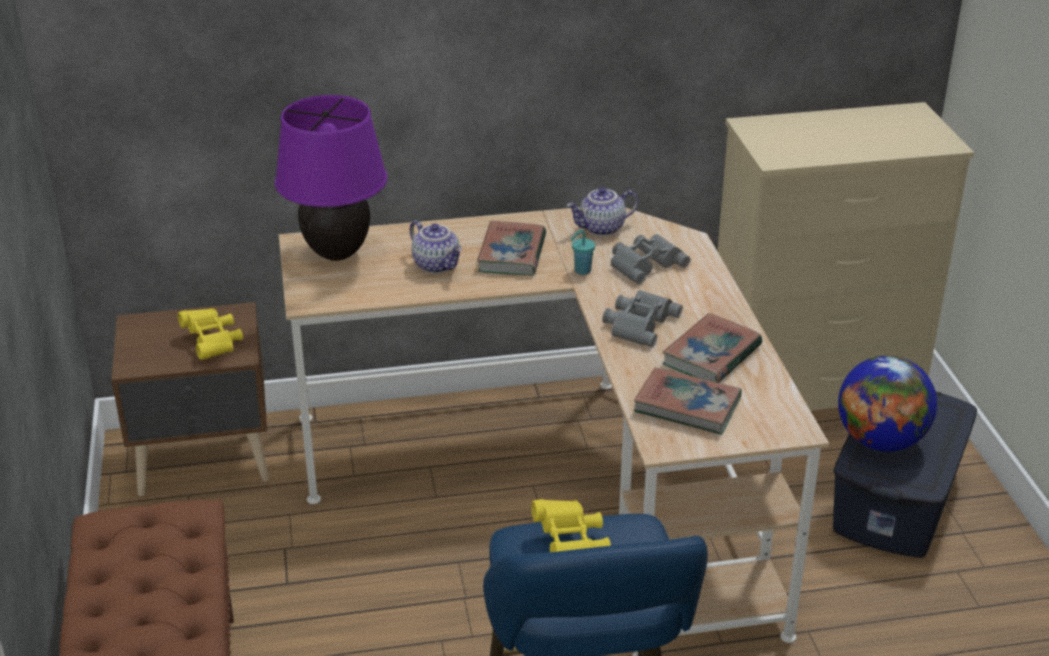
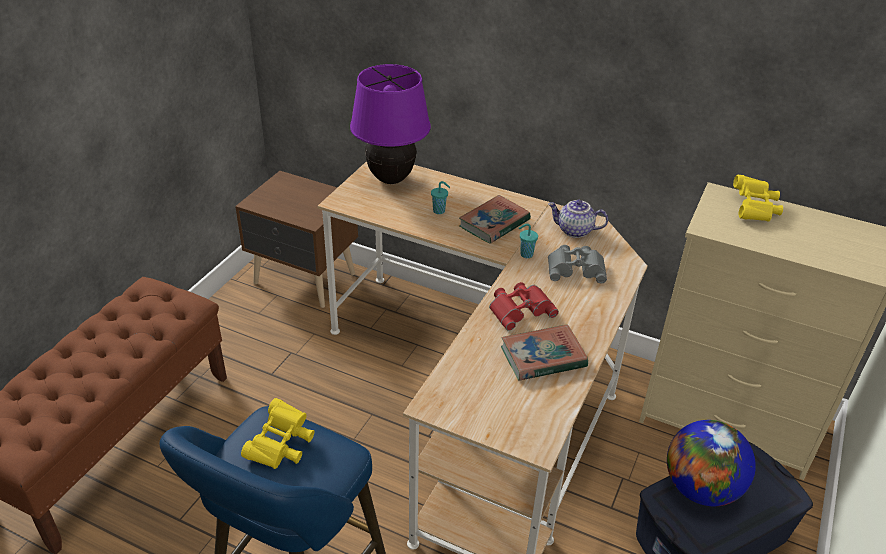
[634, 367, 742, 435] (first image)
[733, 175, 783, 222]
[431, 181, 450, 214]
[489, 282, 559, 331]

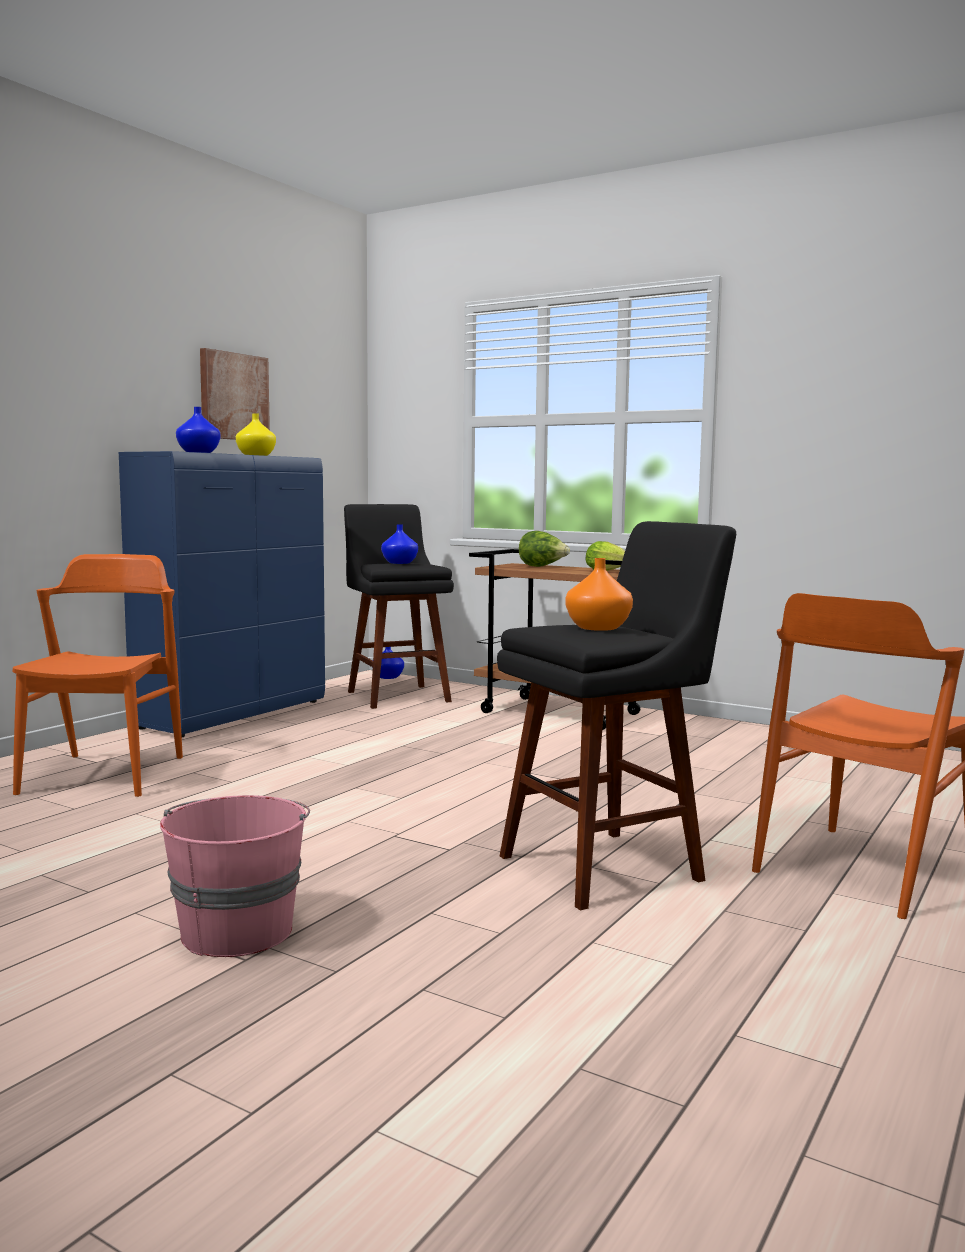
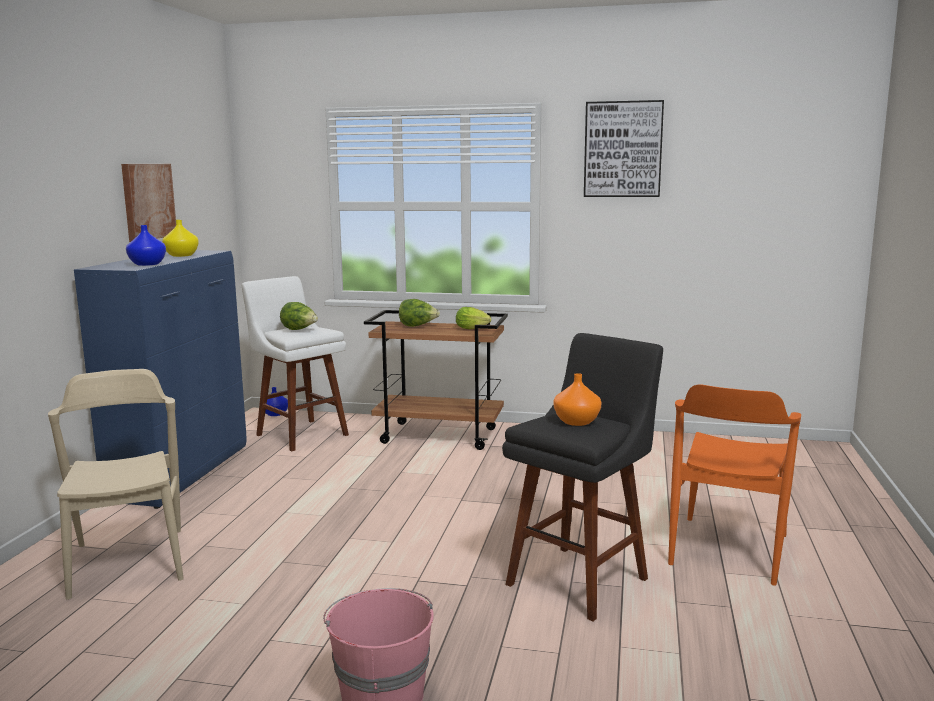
[584, 100, 664, 197]
[280, 302, 318, 330]
[48, 369, 184, 600]
[242, 276, 349, 451]

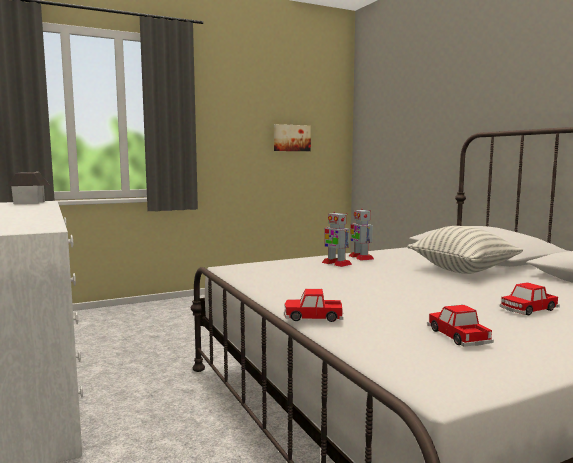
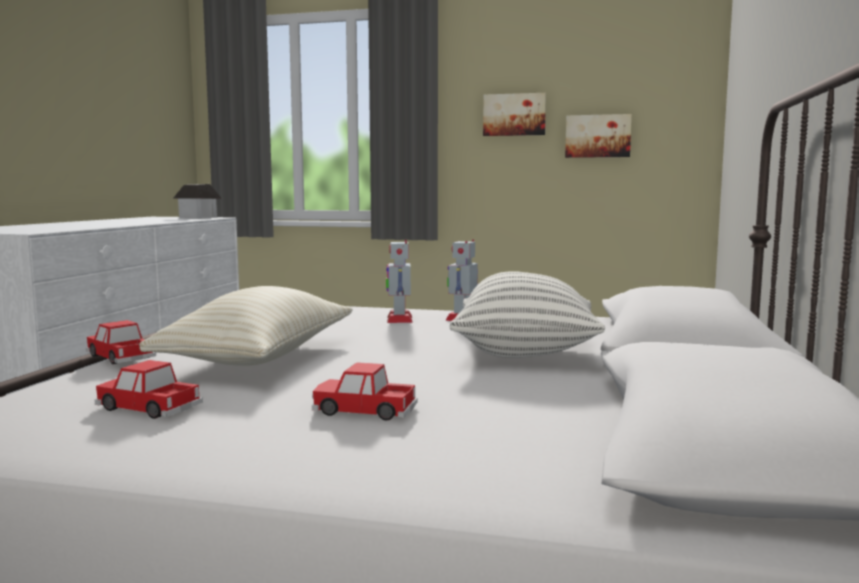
[139, 286, 353, 366]
[483, 93, 546, 136]
[95, 360, 203, 419]

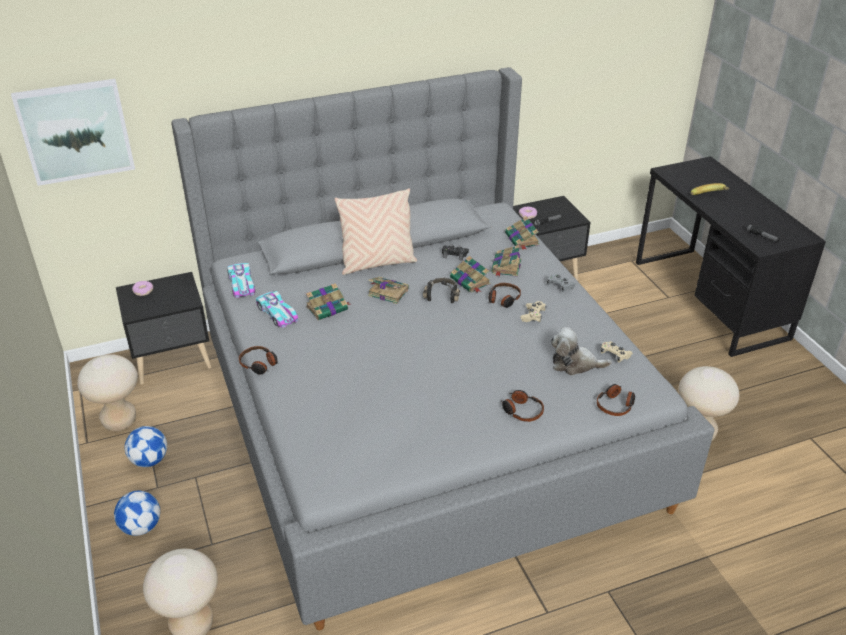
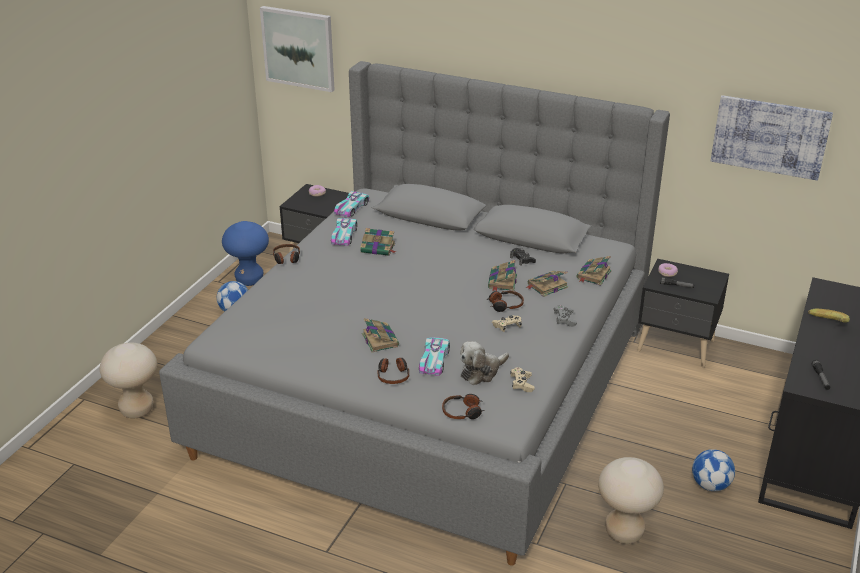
[335, 188, 417, 275] (first image)
[423, 278, 460, 303] (first image)
[419, 337, 450, 376]
[711, 95, 833, 181]
[692, 449, 735, 491]
[362, 318, 399, 353]
[222, 221, 269, 286]
[460, 341, 509, 385]

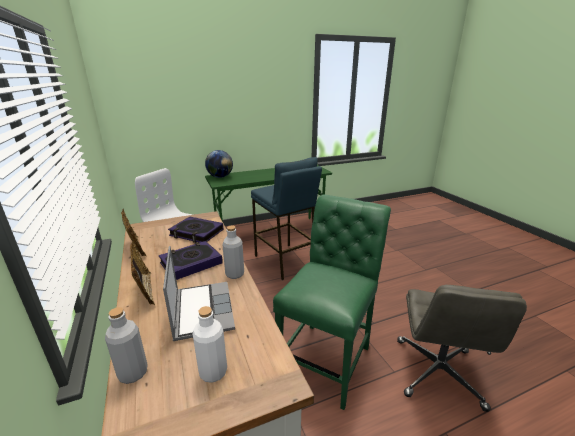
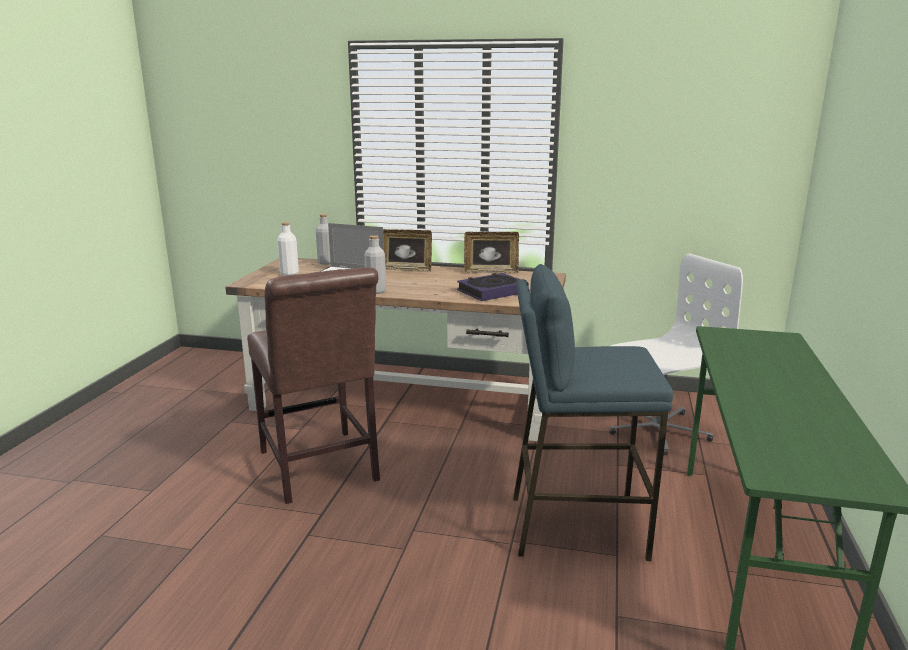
[159, 241, 223, 280] (first image)
[205, 150, 233, 178] (first image)
[397, 285, 527, 412] (first image)
[247, 267, 380, 504]

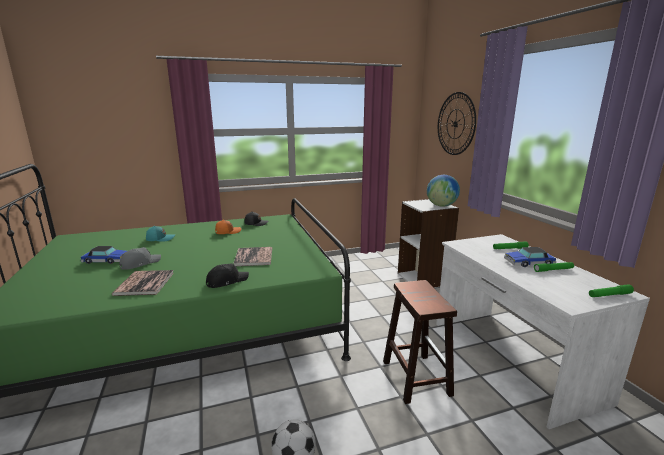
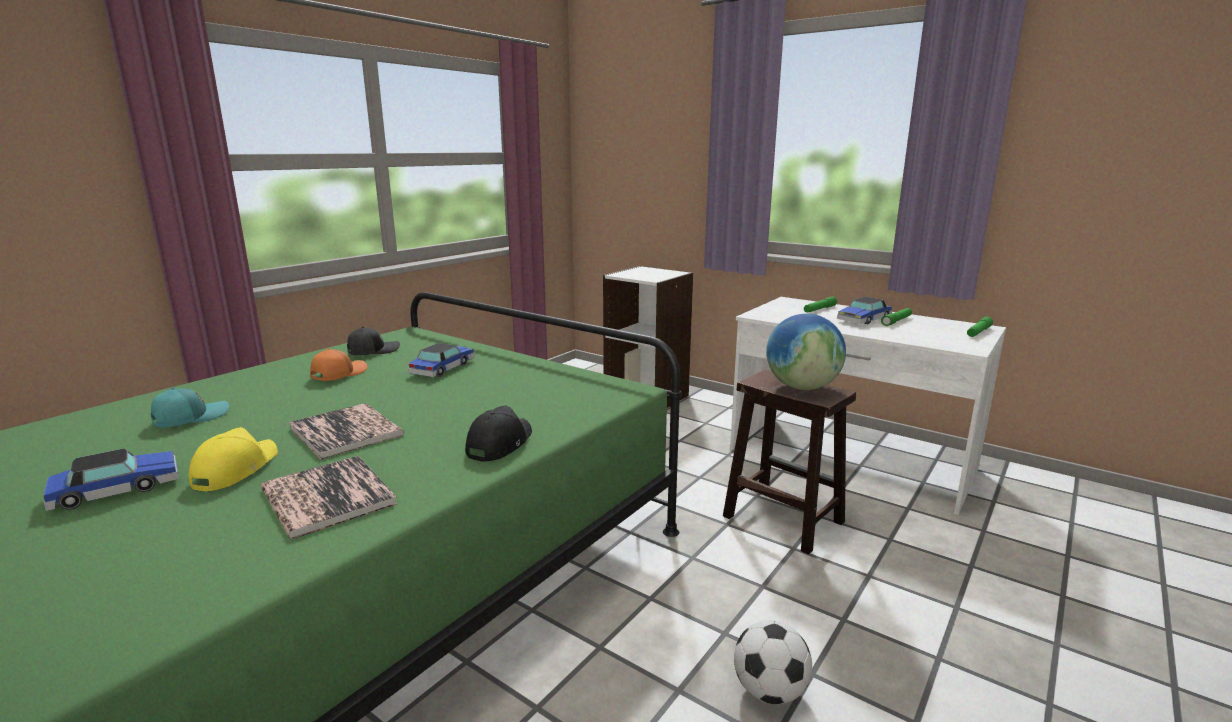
[438, 92, 476, 155] (first image)
[408, 343, 475, 377]
[289, 403, 404, 460]
[766, 314, 846, 390]
[188, 427, 278, 492]

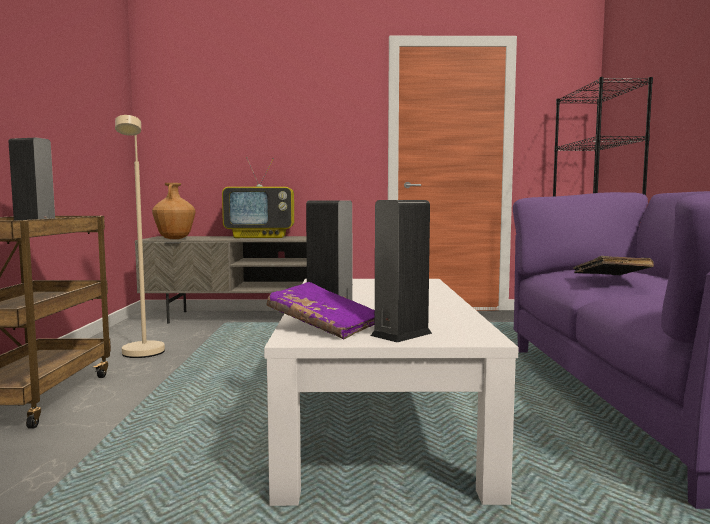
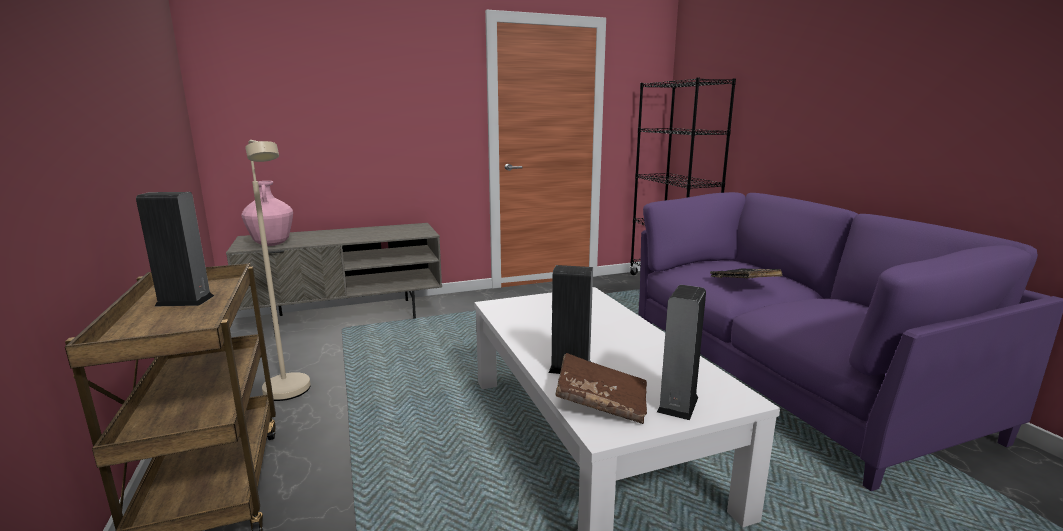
[222, 157, 294, 238] (first image)
[241, 181, 293, 246]
[555, 353, 647, 424]

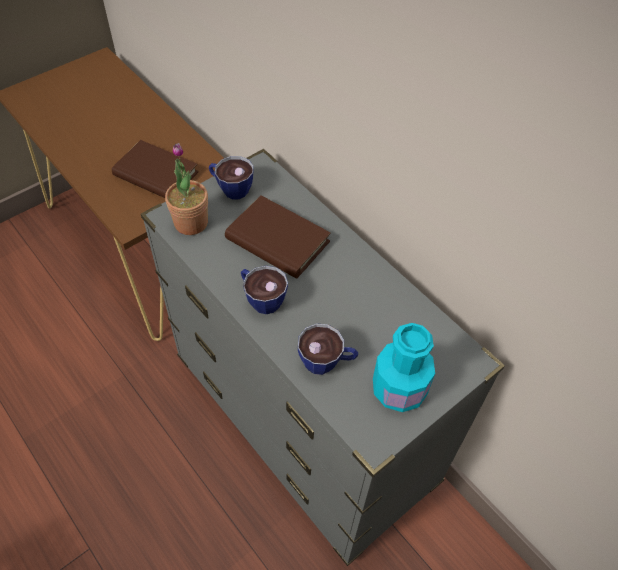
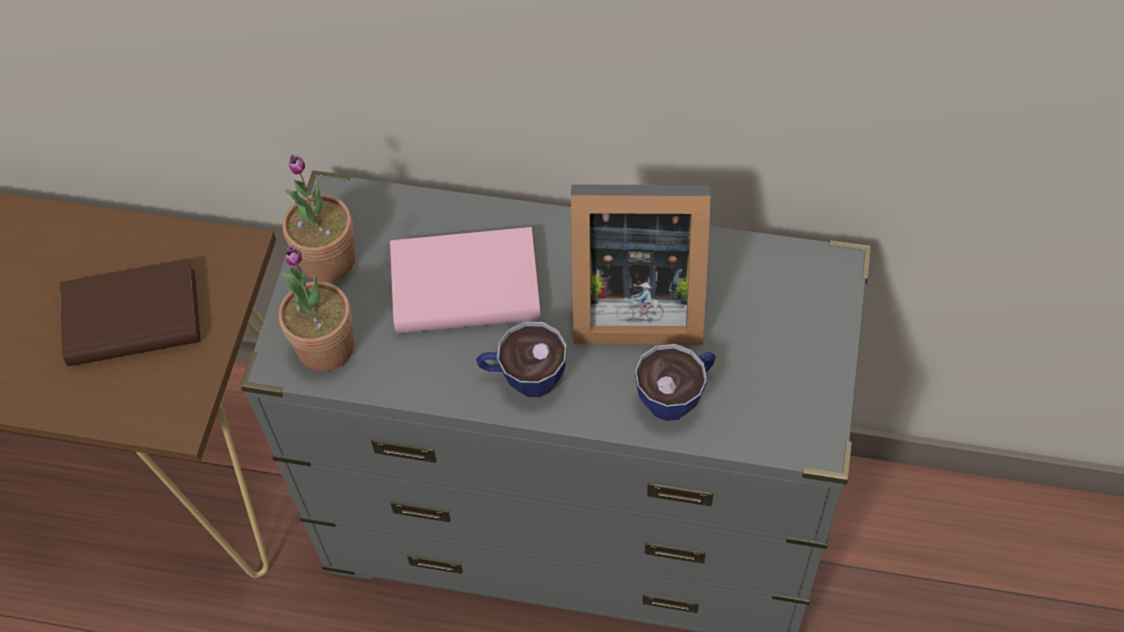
[373, 323, 435, 412] (first image)
[571, 185, 711, 345]
[283, 154, 355, 282]
[390, 227, 541, 333]

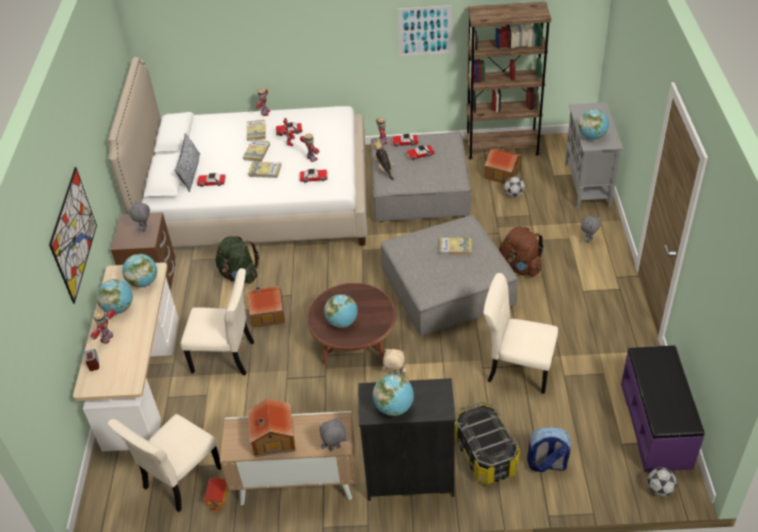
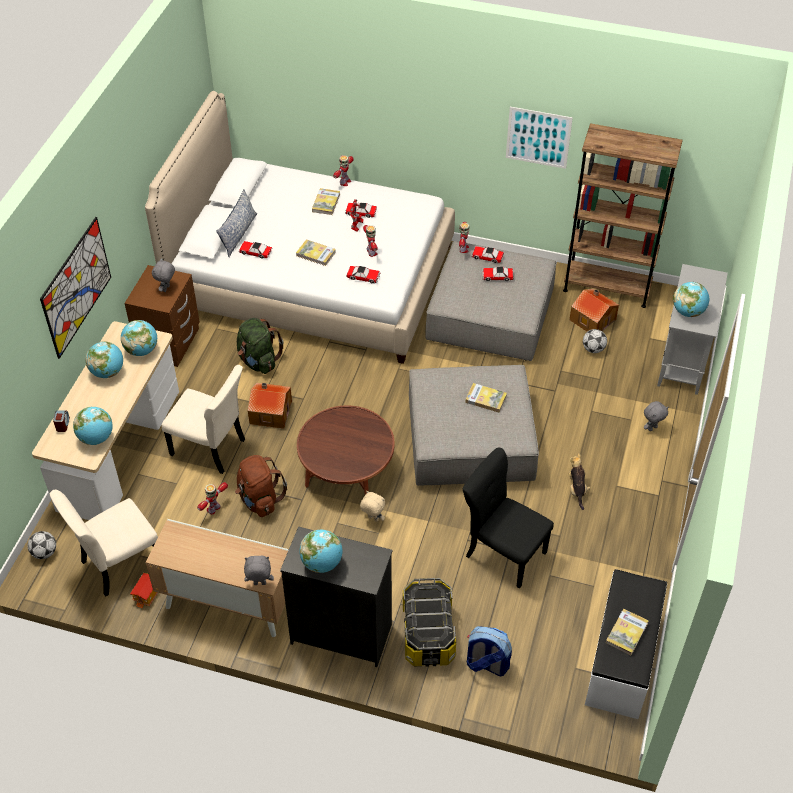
[248, 398, 295, 457] (first image)
[197, 482, 228, 514]
[606, 609, 649, 655]
[73, 407, 113, 445]
[569, 453, 590, 510]
[235, 455, 287, 517]
[28, 531, 56, 559]
[463, 447, 554, 589]
[585, 569, 667, 719]

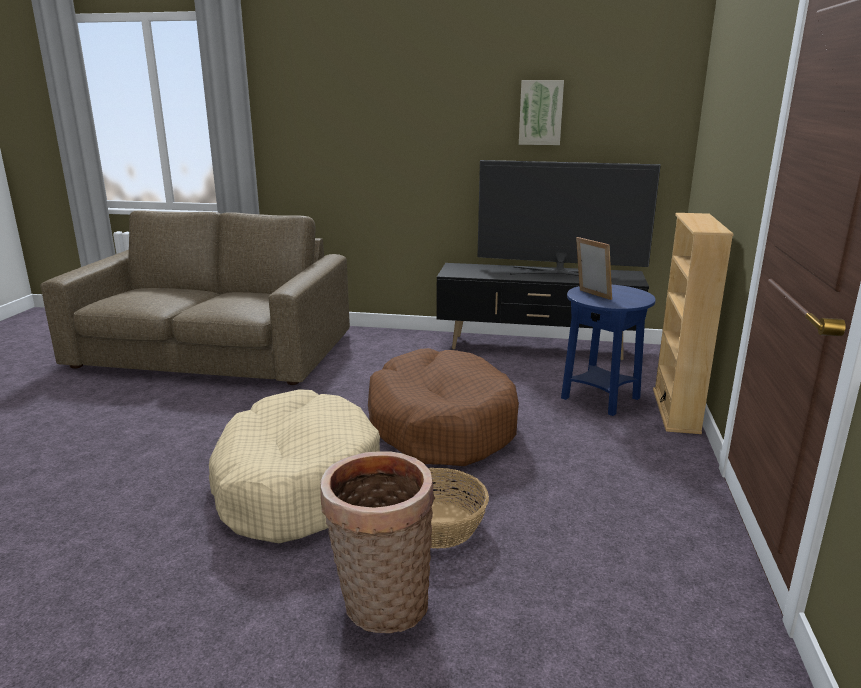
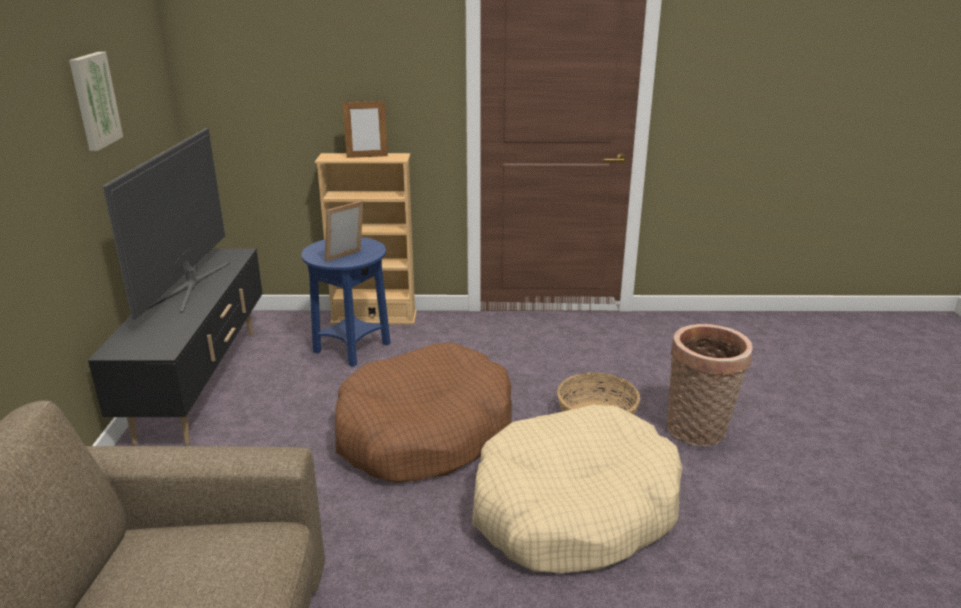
[342, 100, 388, 158]

